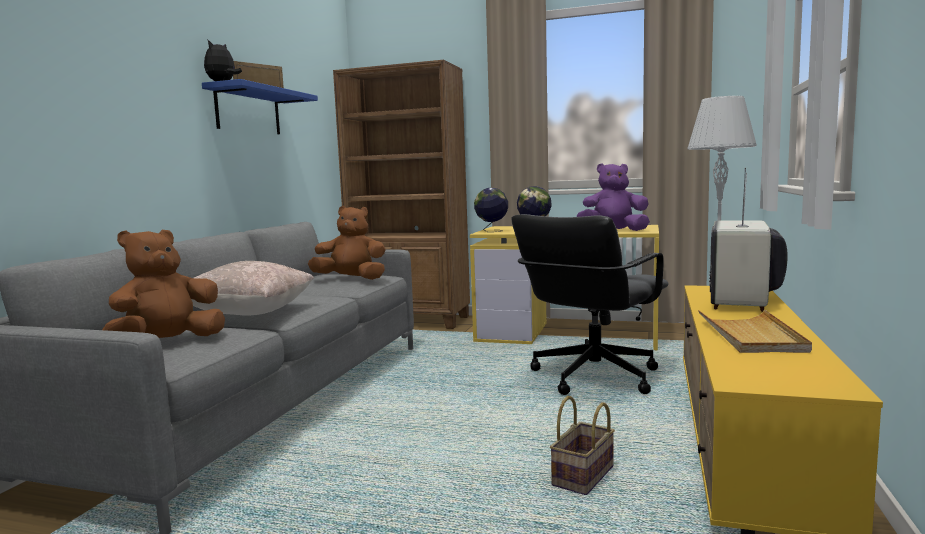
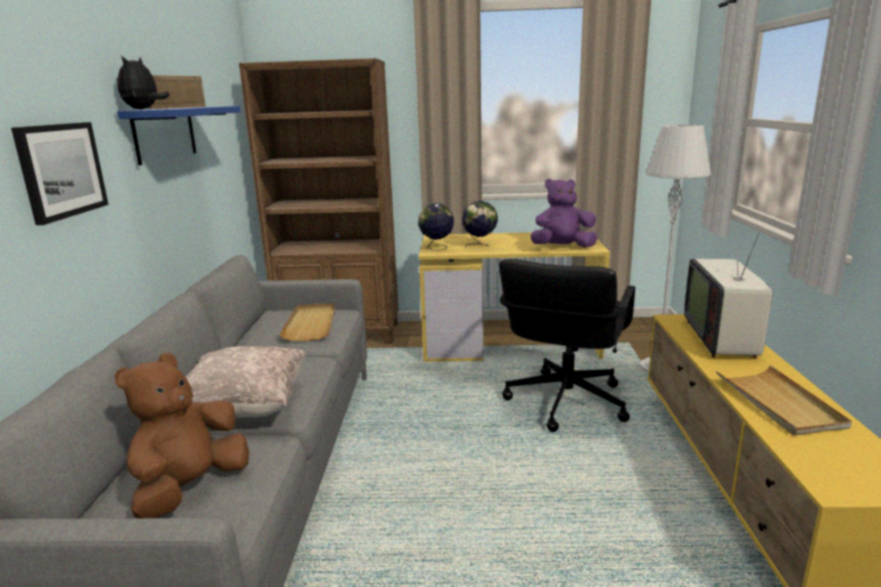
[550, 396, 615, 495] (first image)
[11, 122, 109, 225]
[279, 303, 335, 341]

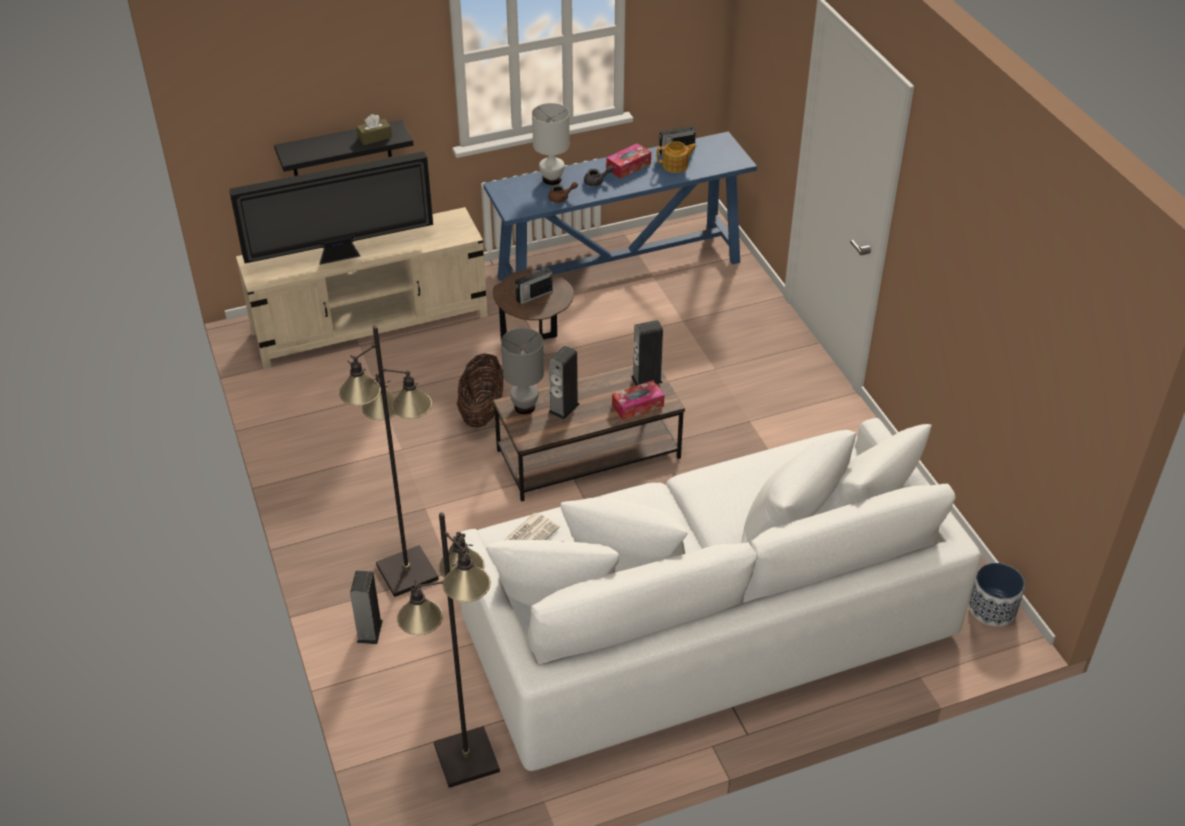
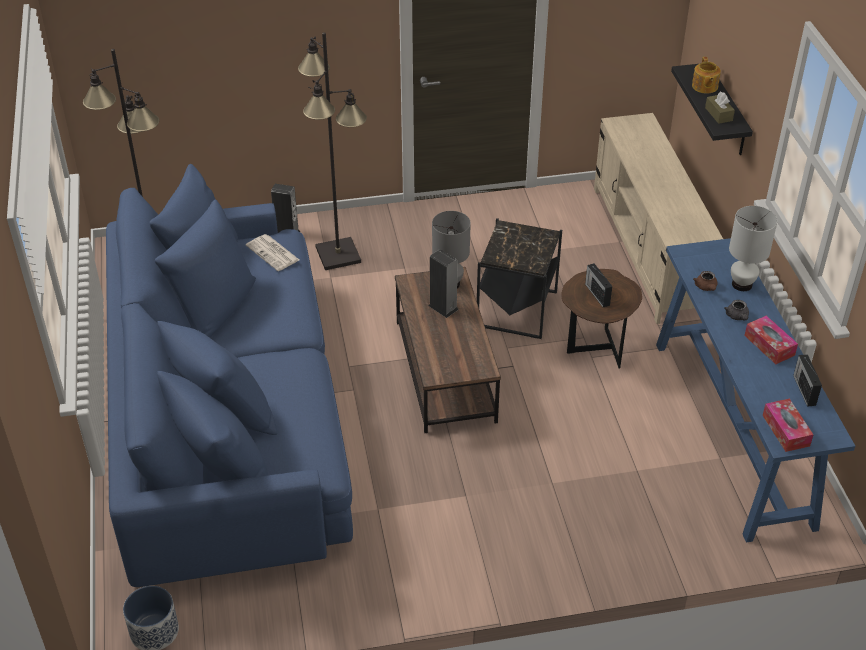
[229, 151, 433, 265] (first image)
[631, 320, 663, 386] (first image)
[762, 398, 814, 452]
[692, 57, 721, 94]
[477, 218, 562, 339]
[106, 164, 353, 587]

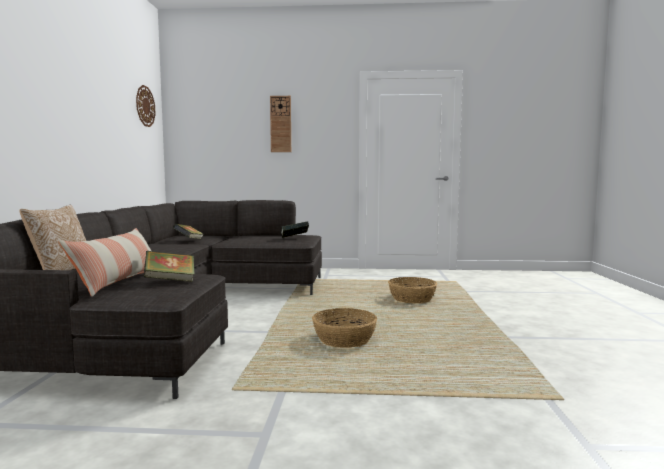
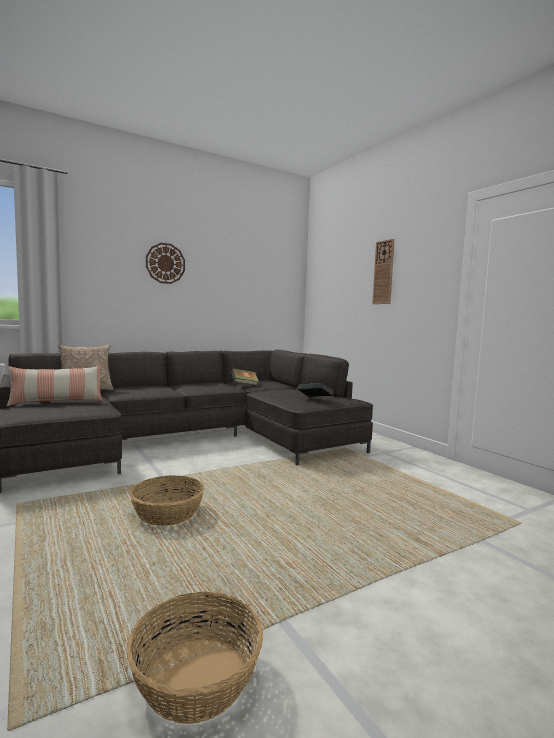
[143, 251, 195, 282] (first image)
[146, 243, 185, 284]
[126, 592, 263, 724]

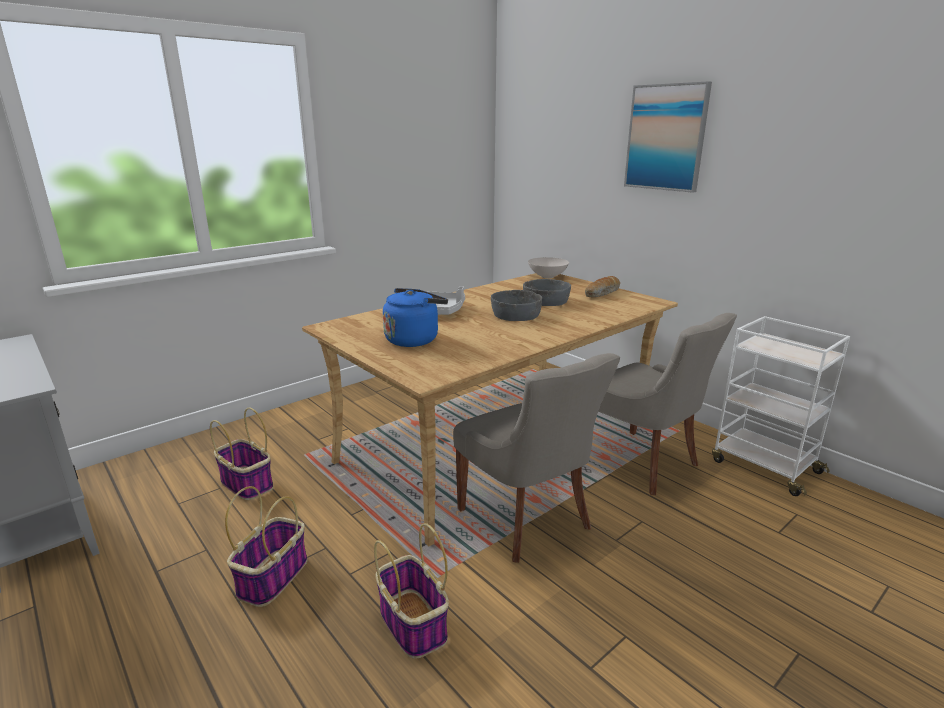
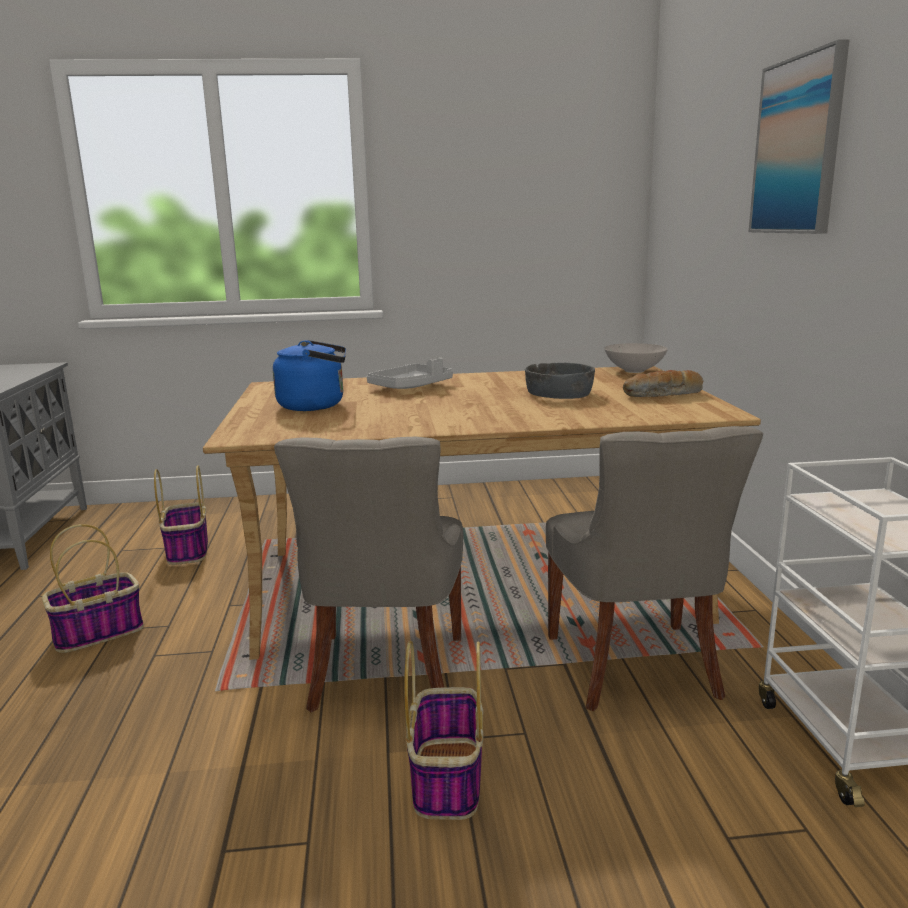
[491, 290, 542, 321] (first image)
[404, 641, 483, 820]

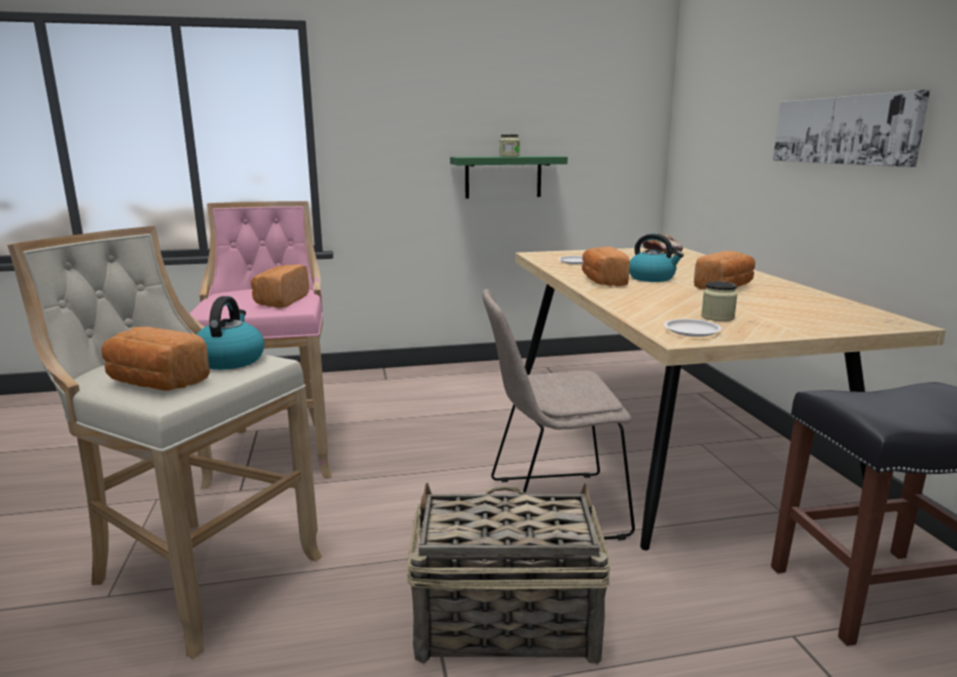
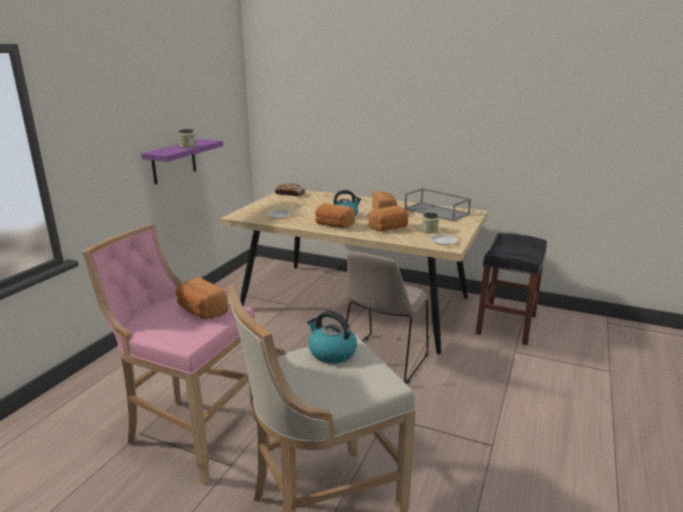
[407, 482, 611, 664] (first image)
[773, 90, 930, 167] (first image)
[404, 188, 471, 222]
[368, 206, 409, 231]
[141, 139, 223, 184]

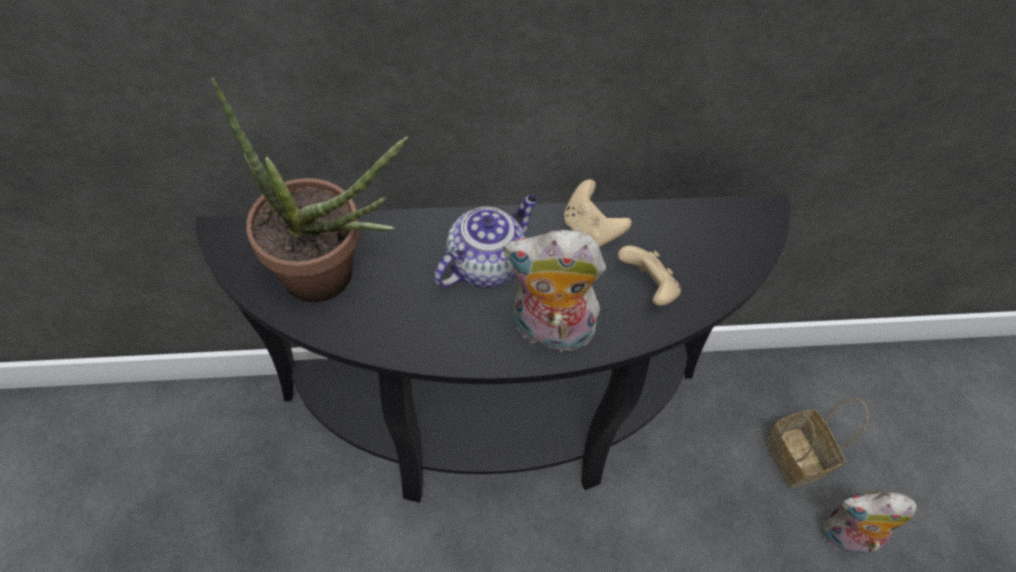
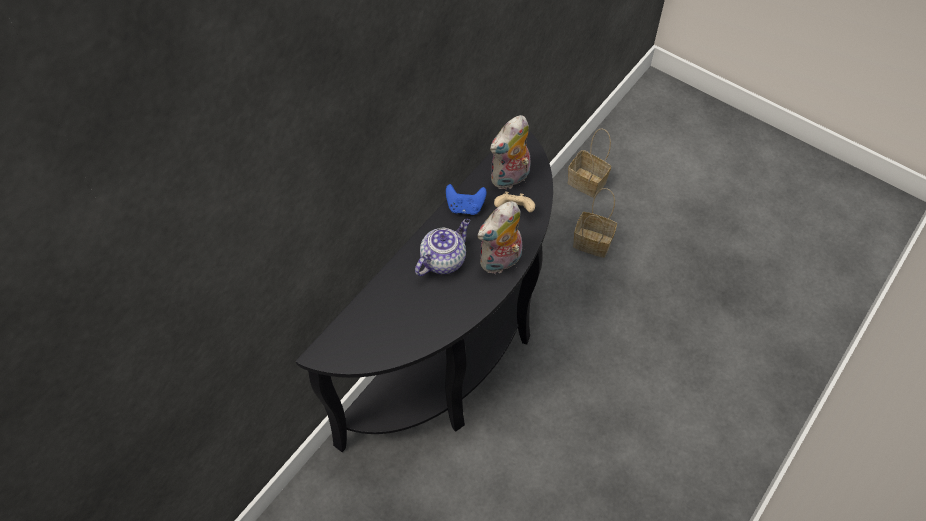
[211, 78, 408, 302] (first image)
[568, 128, 611, 198]
[490, 115, 531, 189]
[446, 184, 487, 215]
[415, 219, 470, 276]

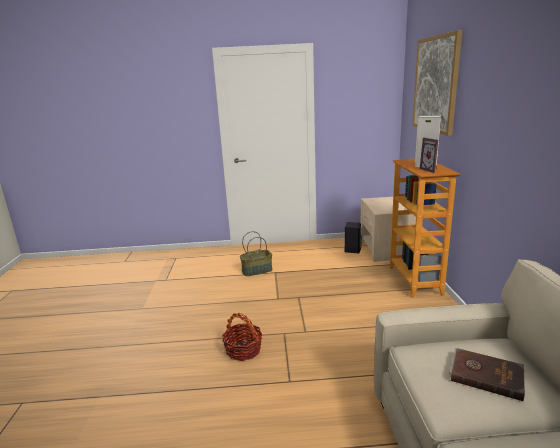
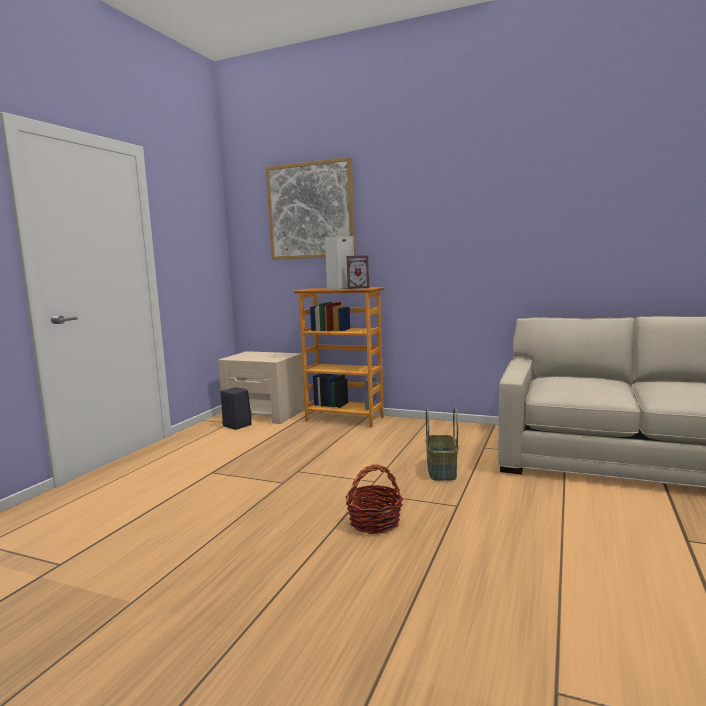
[449, 348, 525, 401] (first image)
[425, 407, 458, 481]

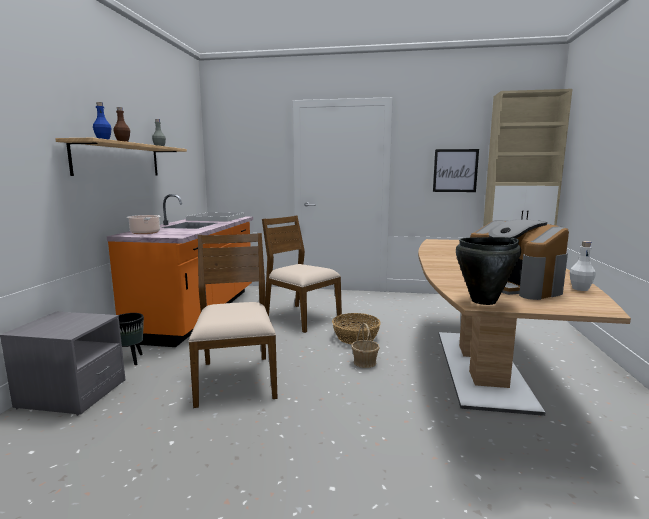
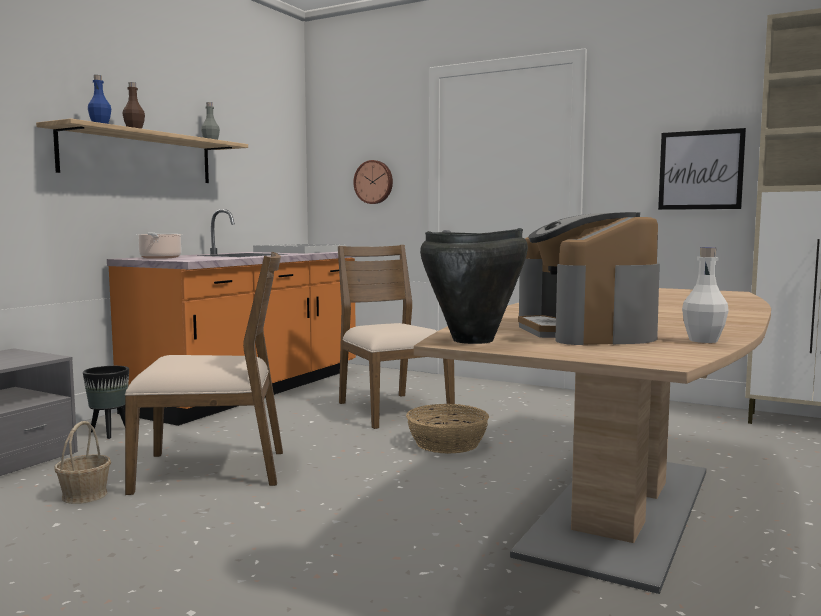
[353, 160, 393, 204]
[54, 421, 111, 504]
[125, 252, 283, 495]

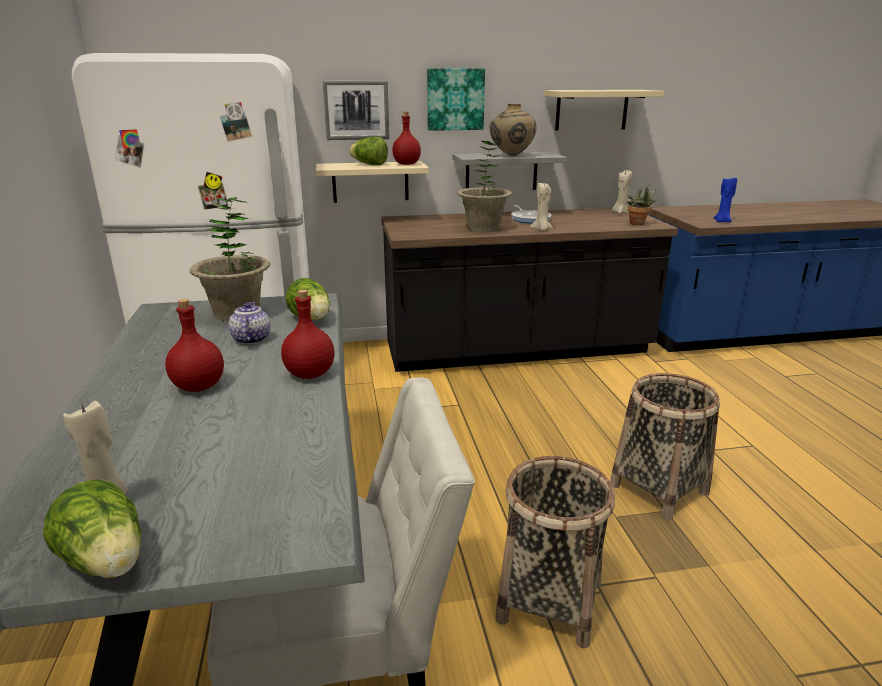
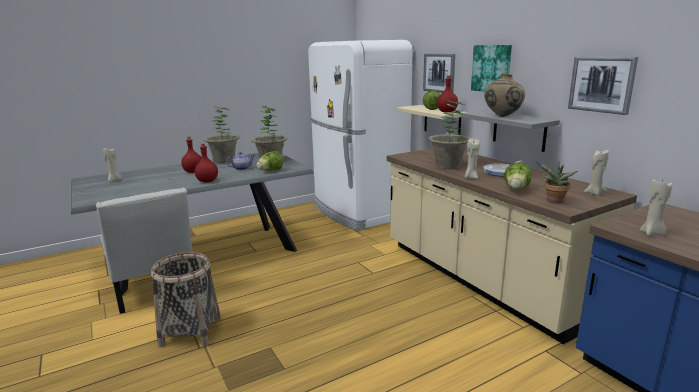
[610, 373, 720, 520] (first image)
[204, 106, 240, 163]
[504, 163, 532, 190]
[568, 56, 638, 115]
[387, 148, 637, 344]
[640, 179, 672, 236]

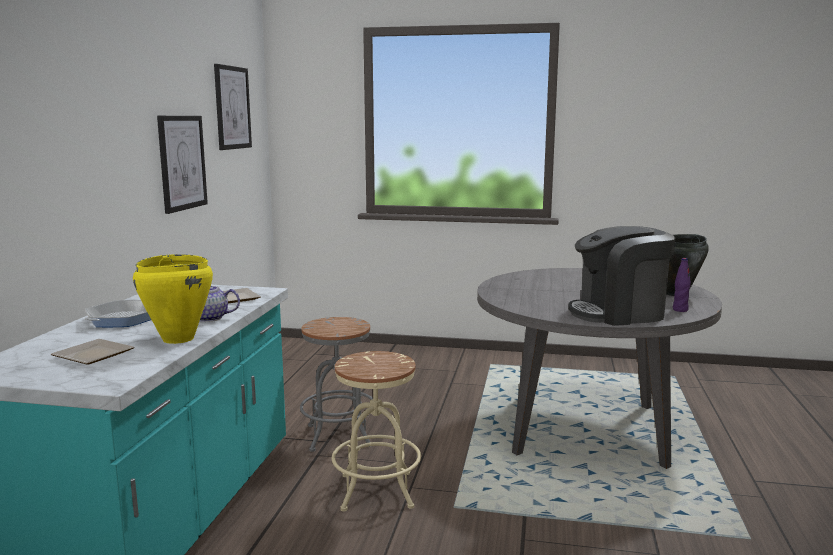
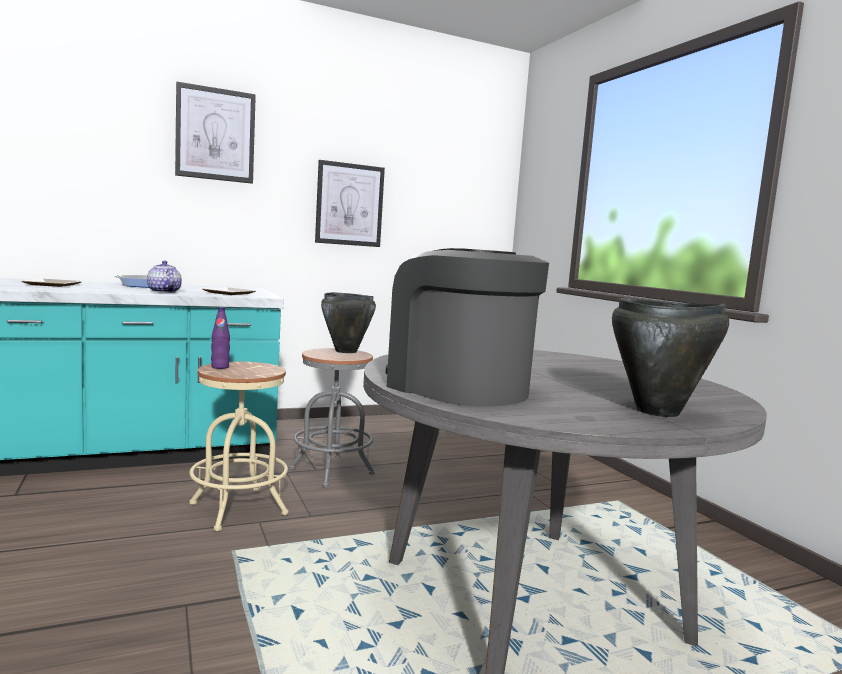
[133, 254, 213, 344] (first image)
[321, 292, 376, 353]
[175, 81, 256, 184]
[211, 307, 230, 369]

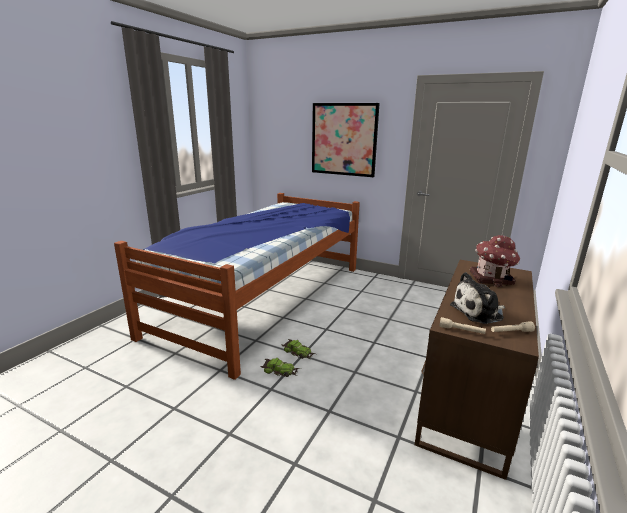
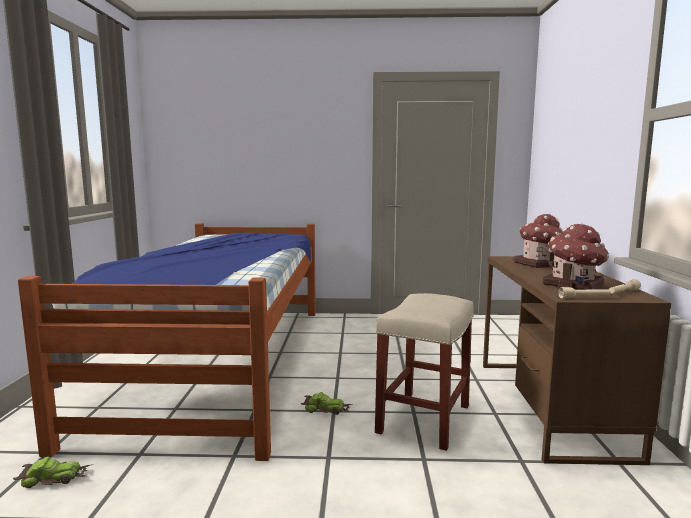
[312, 103, 380, 177] (first image)
[375, 293, 474, 451]
[13, 457, 93, 488]
[543, 224, 609, 290]

